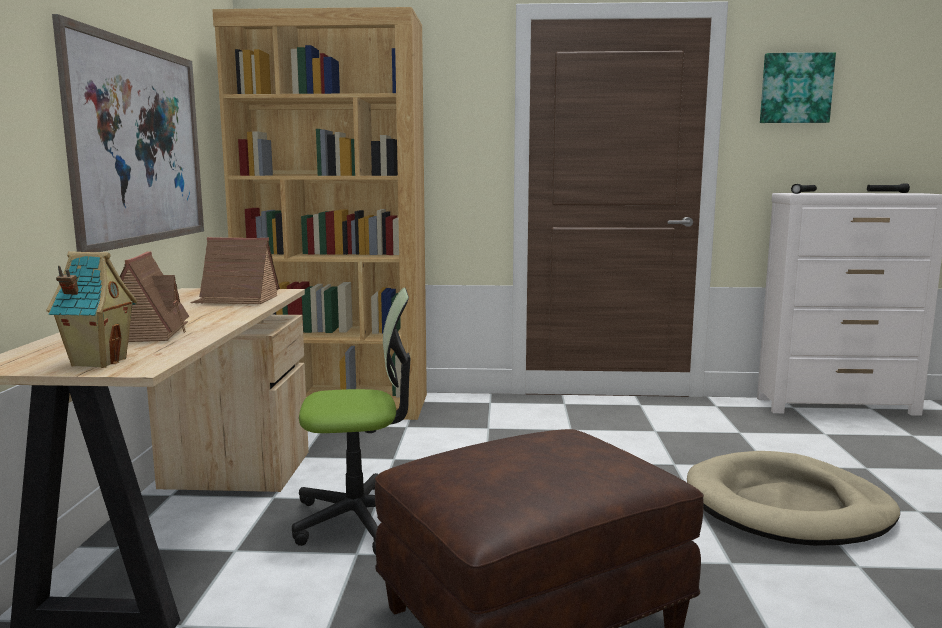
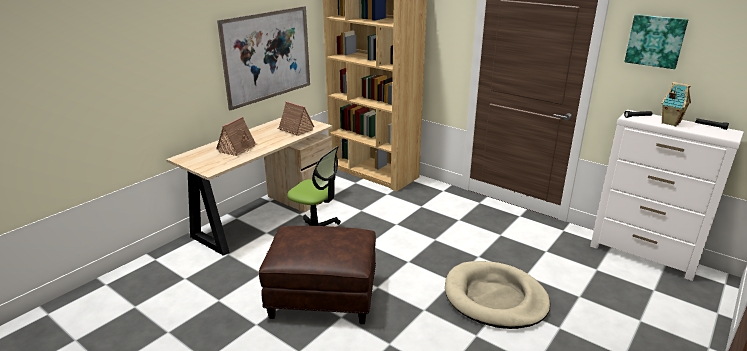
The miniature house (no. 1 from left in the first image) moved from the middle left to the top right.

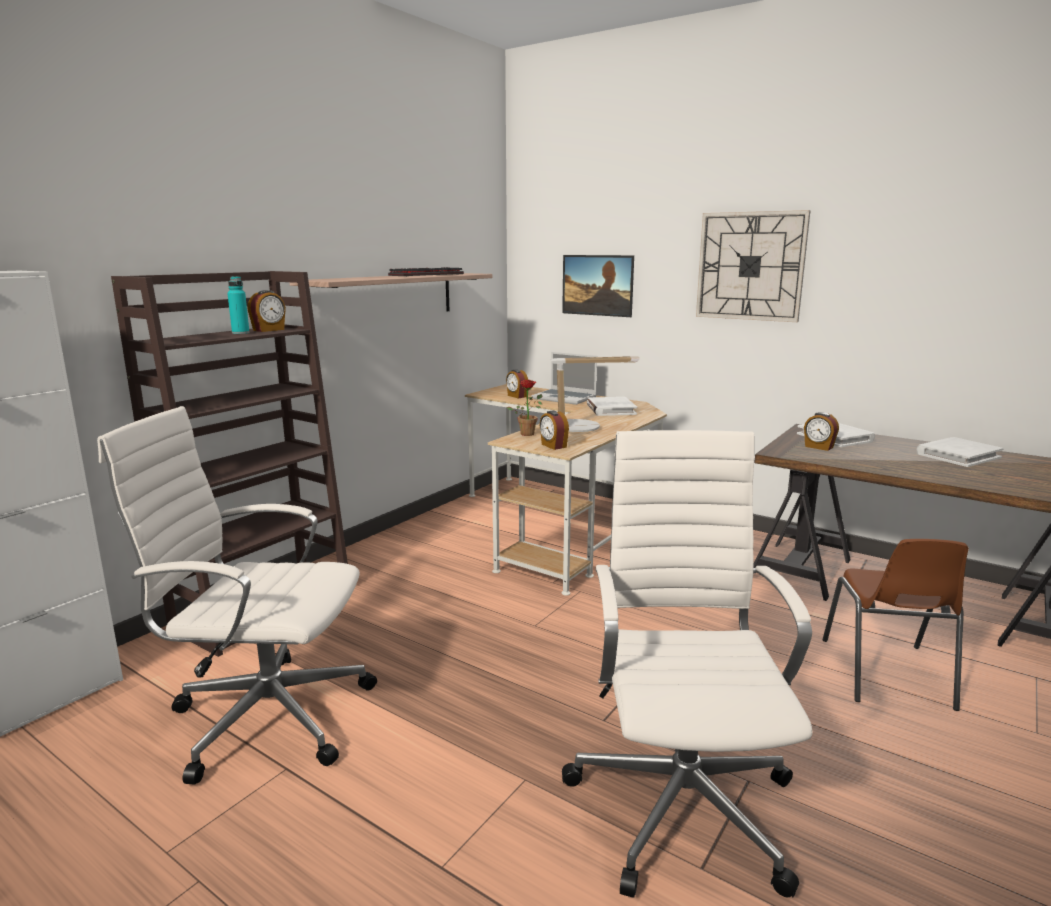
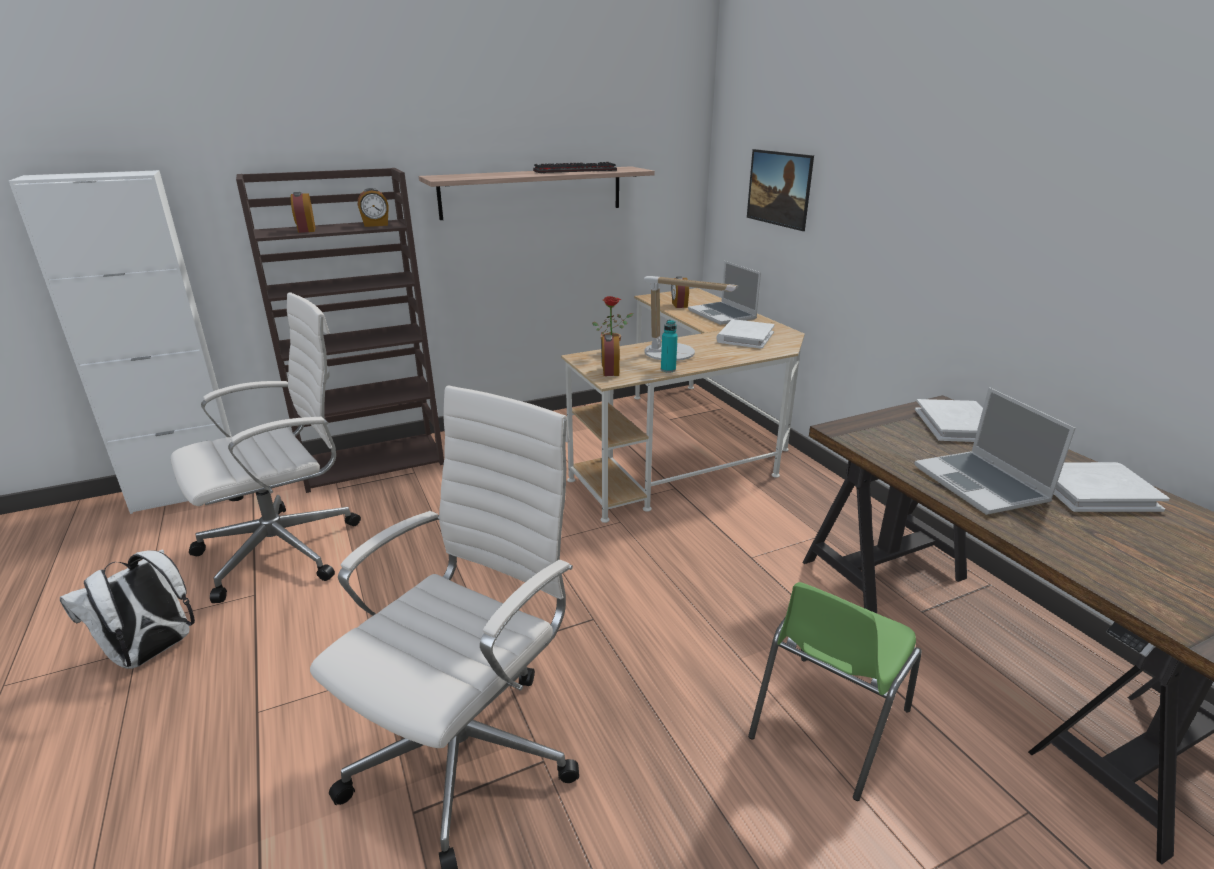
The clock on the wall at the top right disappeared.
The white rucksack at the bottom left appeared.
The notebook computer (no. 2 from left) at the middle right appeared.
The blue-green drink bottle moved from the middle left to the centre.
The alarm clock (no. 4 from left in the first image) moved from the middle right to the top left.
The brown-coloured chair at the bottom right became the green-coloured chair at the bottom right.
The white office chair (no. 1 from left) at the middle left turned 105 degrees clockwise.

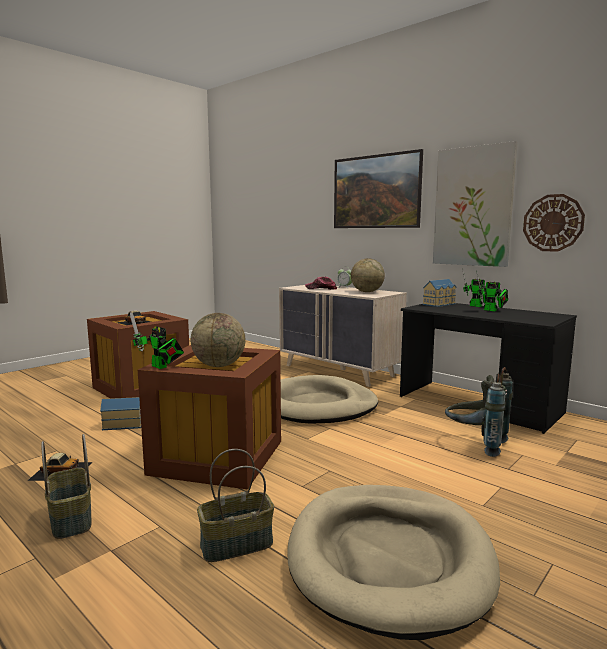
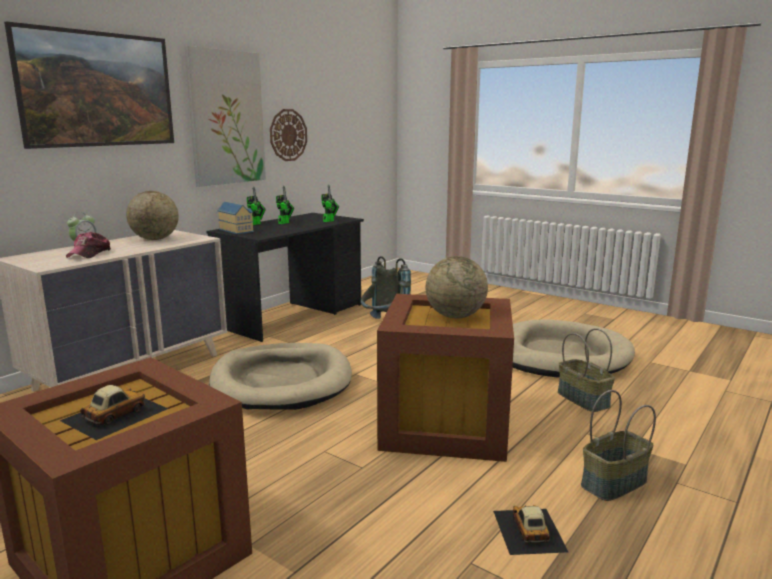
The miniature house (no. 1 from left) at the middle left disappeared.
The toy robot (no. 1 from left in the first image) moved from the middle left to the centre.

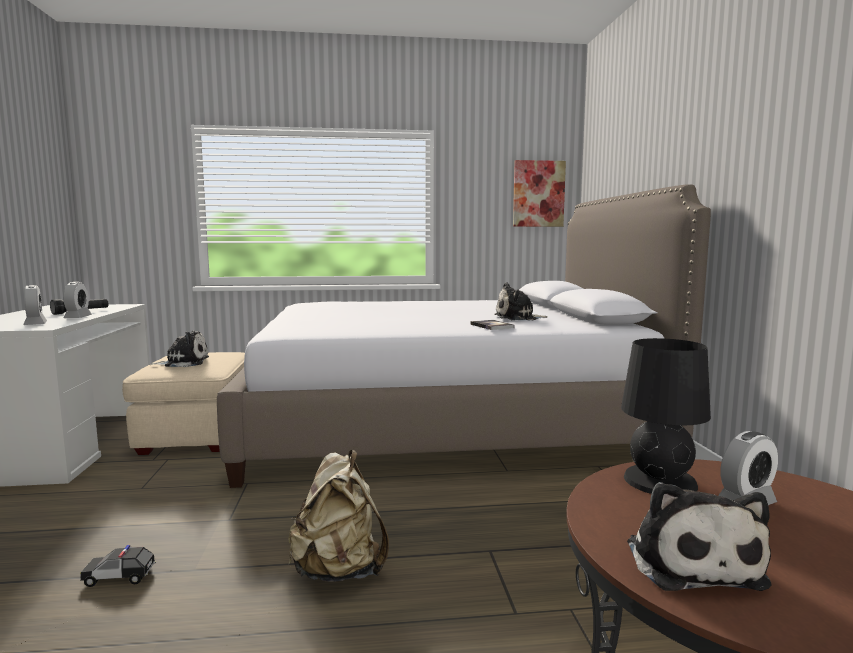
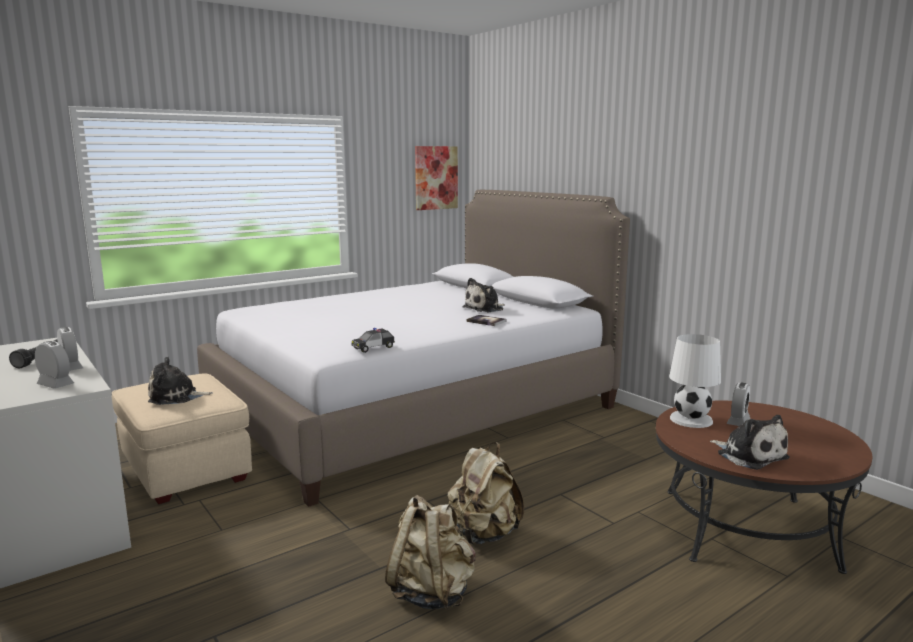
The beige rucksack (no. 1 from left) at the bottom centre appeared.
The miniature car moved from the bottom left to the centre.
The black-coloured table lamp at the middle right became the white table lamp at the middle right.
The soft toy (no. 1 from left) at the middle left turned 150 degrees counterclockwise.

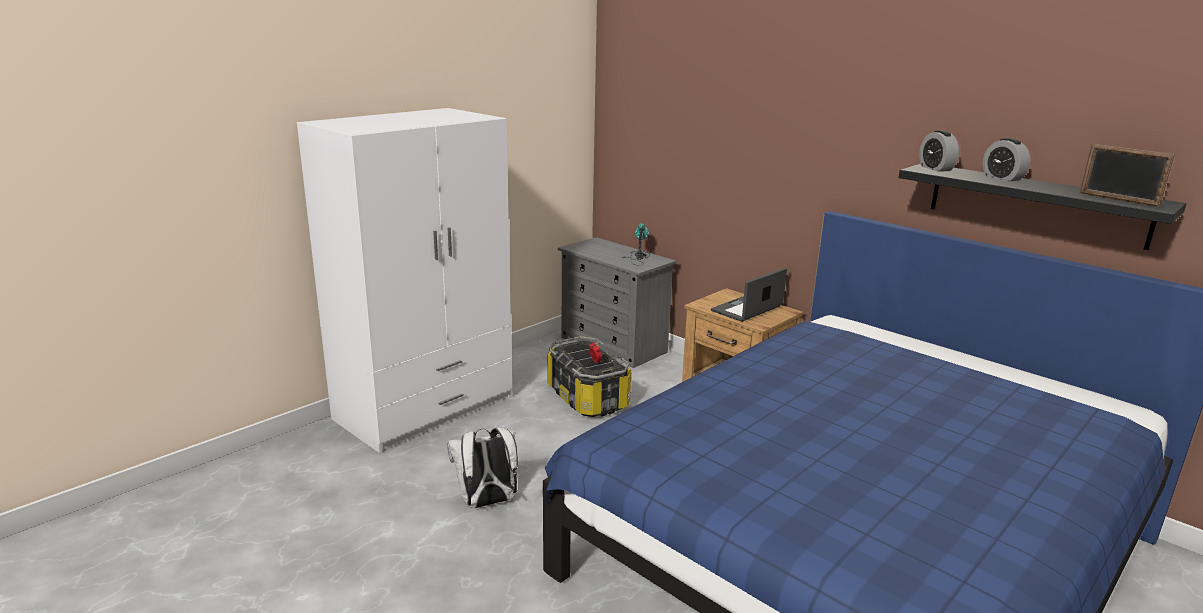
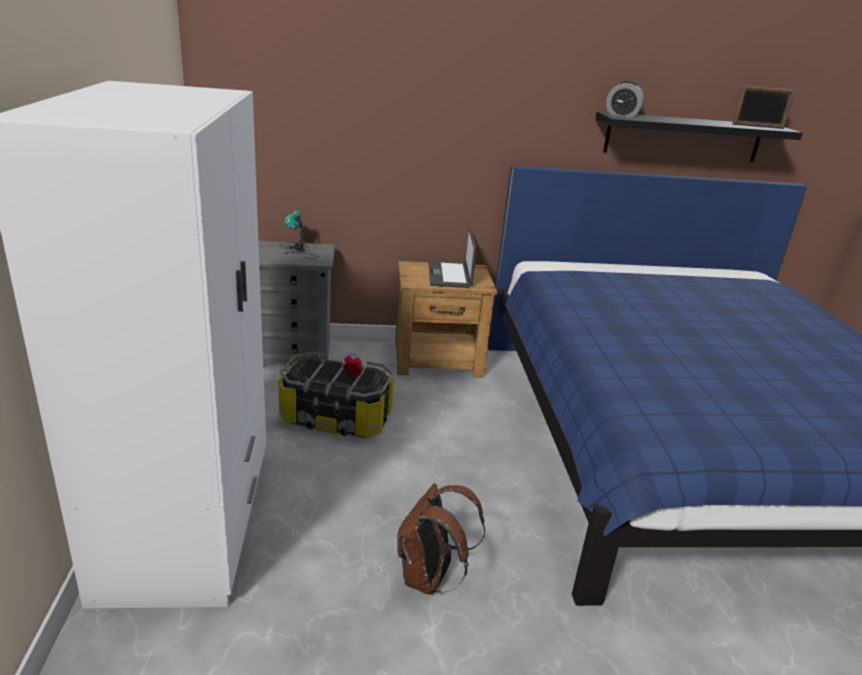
The alarm clock (no. 3 from left) at the top right disappeared.
The white rucksack at the bottom centre became the brown-coloured rucksack at the bottom centre.

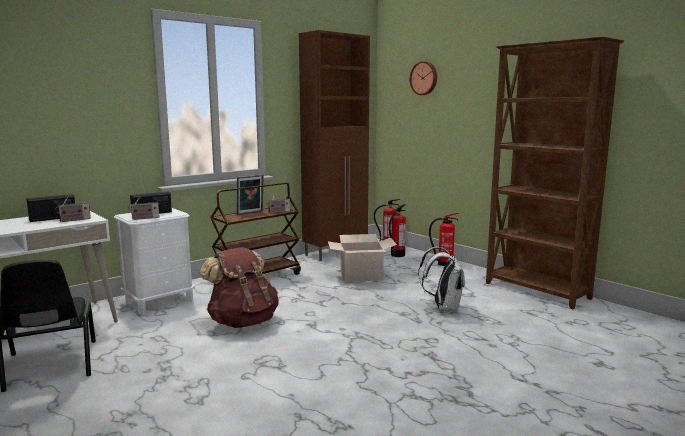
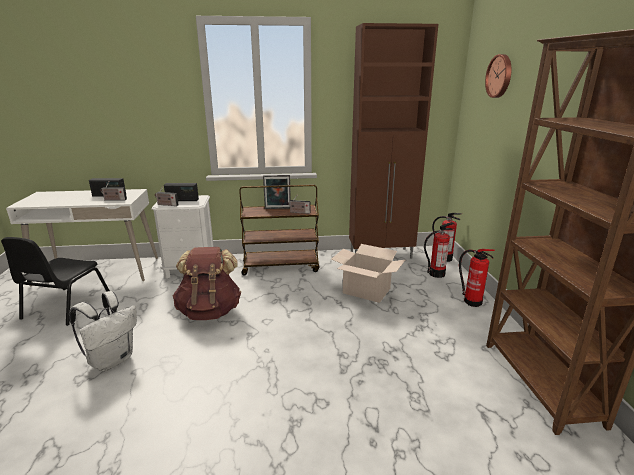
The white rucksack moved from the centre to the bottom left.

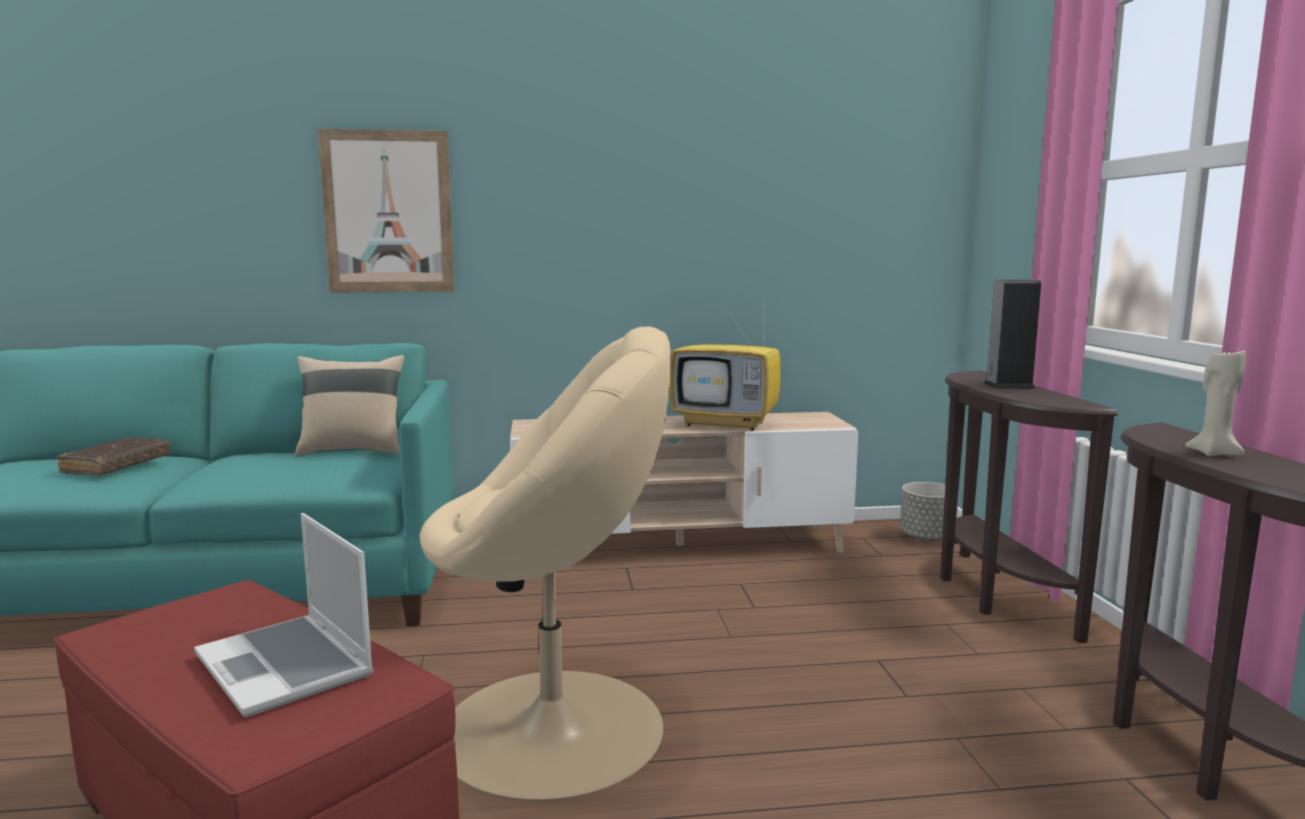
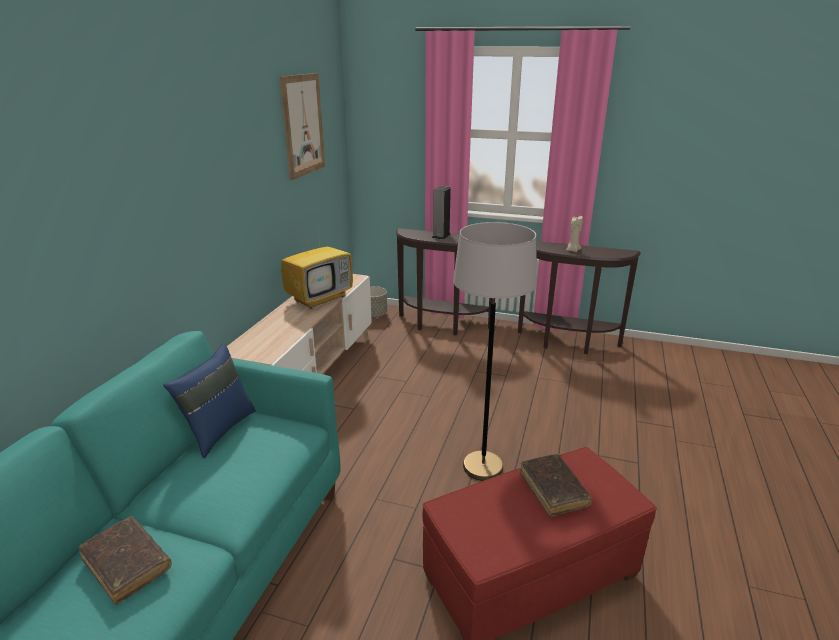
The wall art moved from the top left to the top centre.
The notebook computer at the bottom left was replaced by the brown-coloured book (no. 2 from left) at the bottom centre.
The beige armchair at the bottom centre was replaced by the greyish floor lamp at the centre.
The beige pillow at the middle left became the bluish pillow at the middle left.

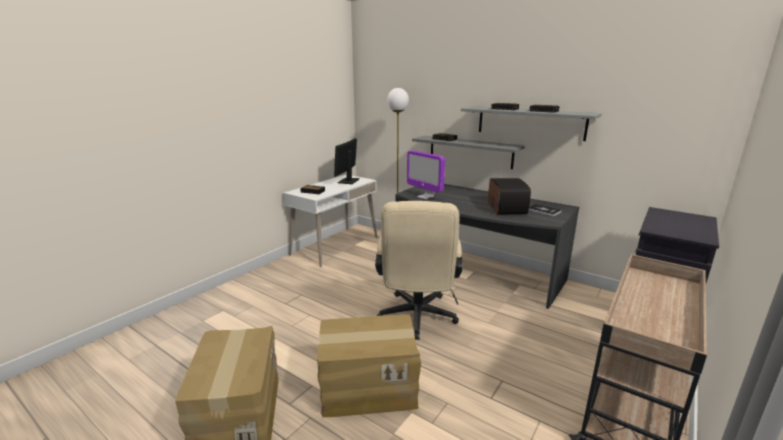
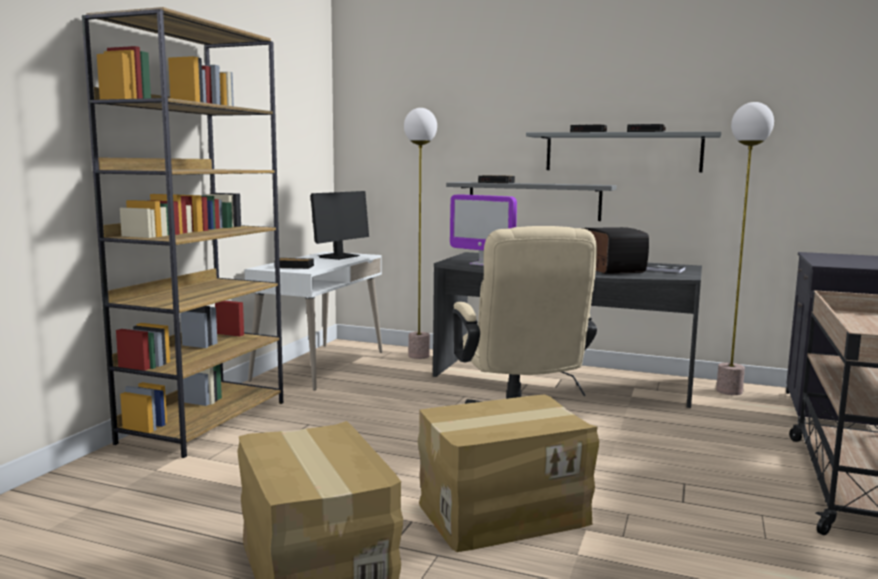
The brown-coloured bookshelf at the middle left appeared.
The floor lamp (no. 2 from left) at the middle right appeared.
The computer display (no. 1 from left) at the centre turned 150 degrees counterclockwise.

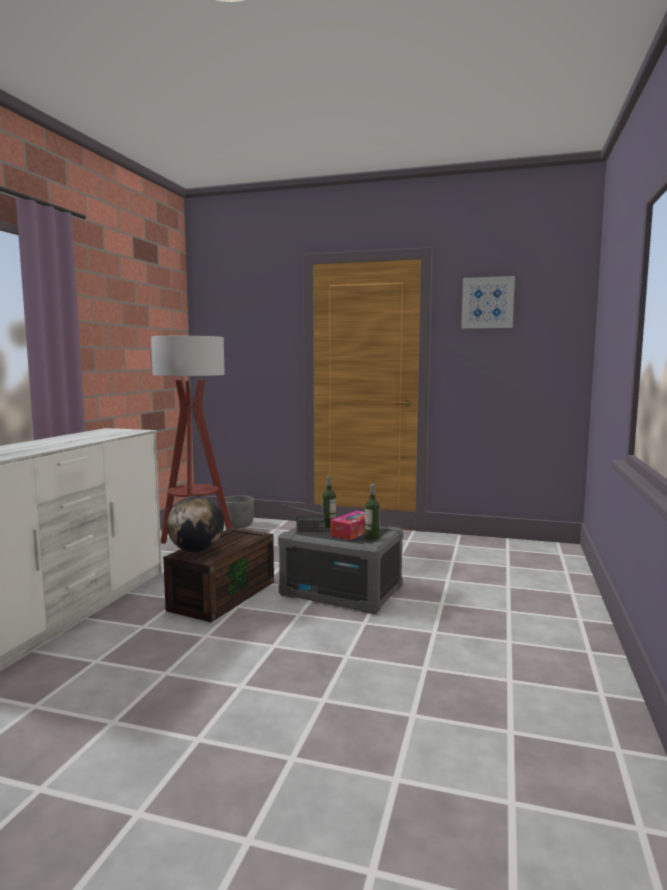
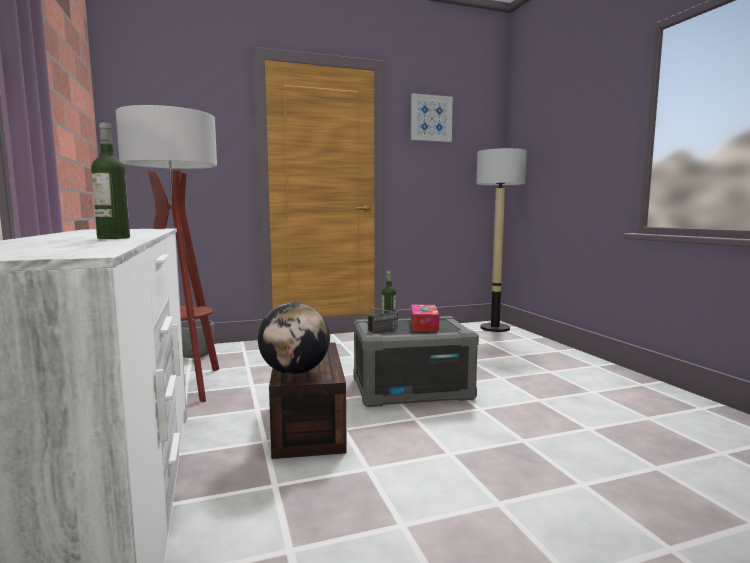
The floor lamp (no. 2 from left) at the middle right appeared.
The drink bottle (no. 2 from left in the first image) moved from the centre to the top left.

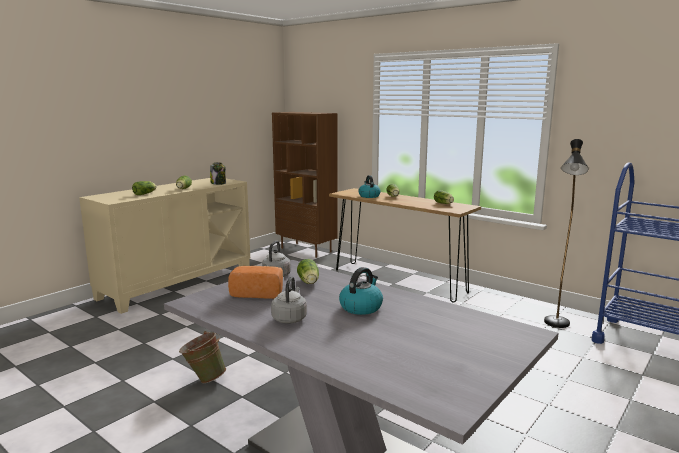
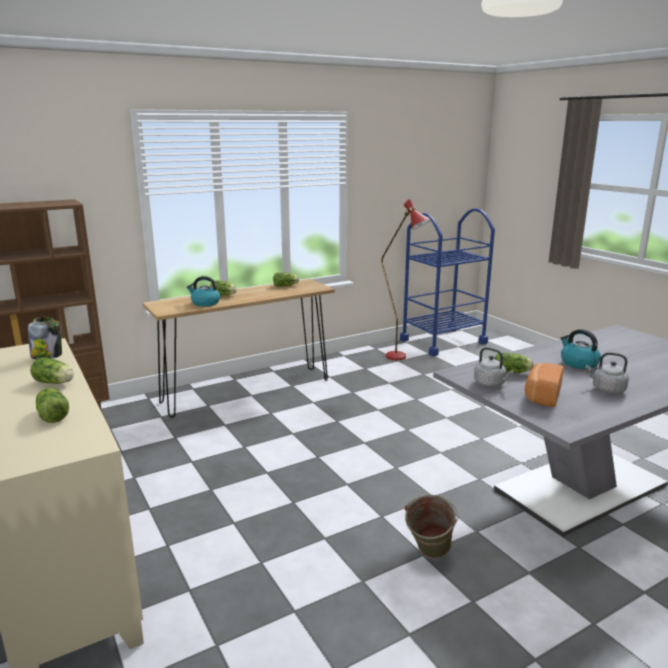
The black-coloured floor lamp at the middle right became the red floor lamp at the centre.

